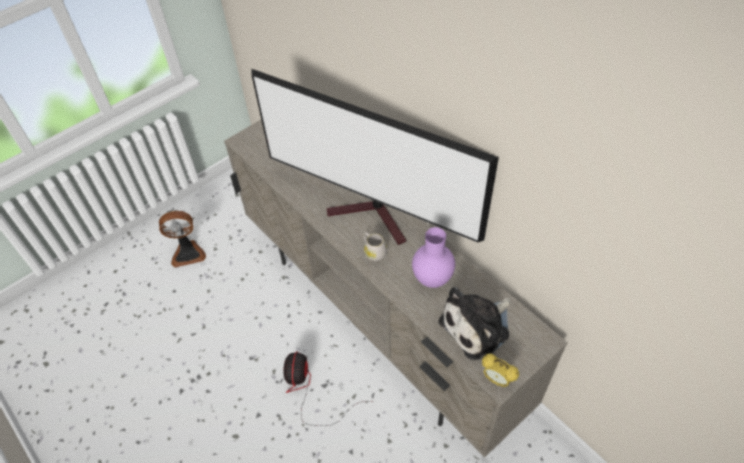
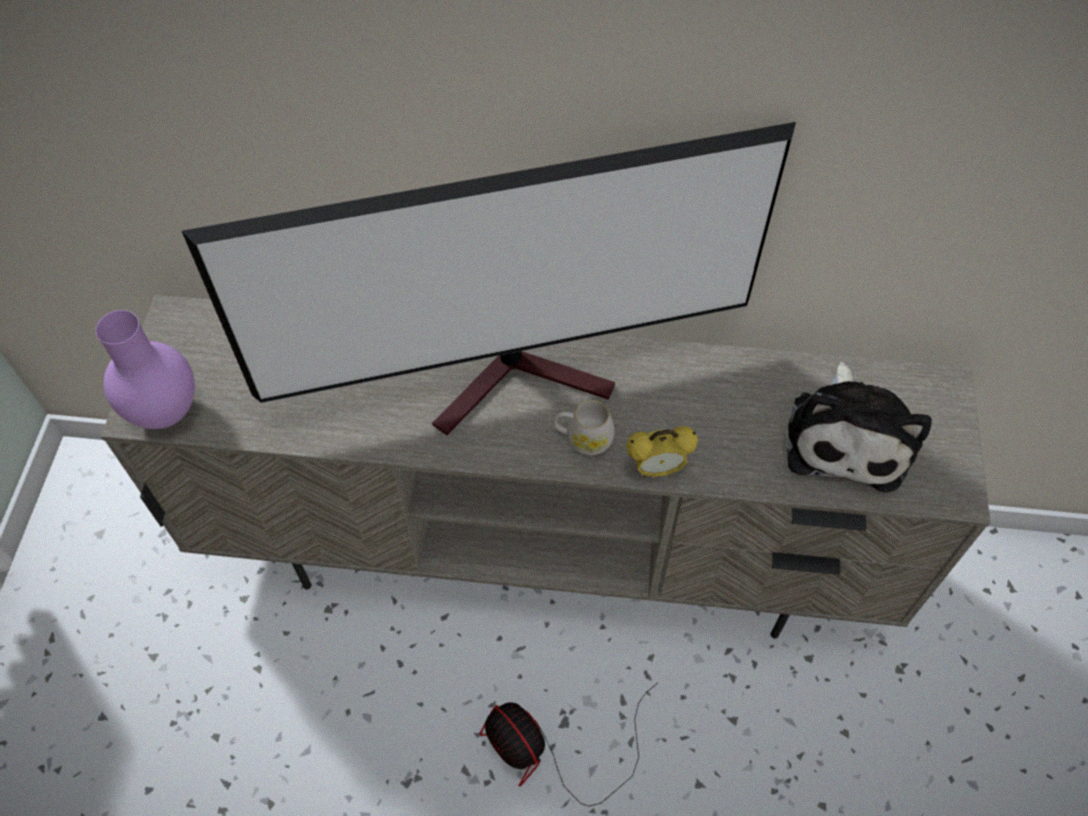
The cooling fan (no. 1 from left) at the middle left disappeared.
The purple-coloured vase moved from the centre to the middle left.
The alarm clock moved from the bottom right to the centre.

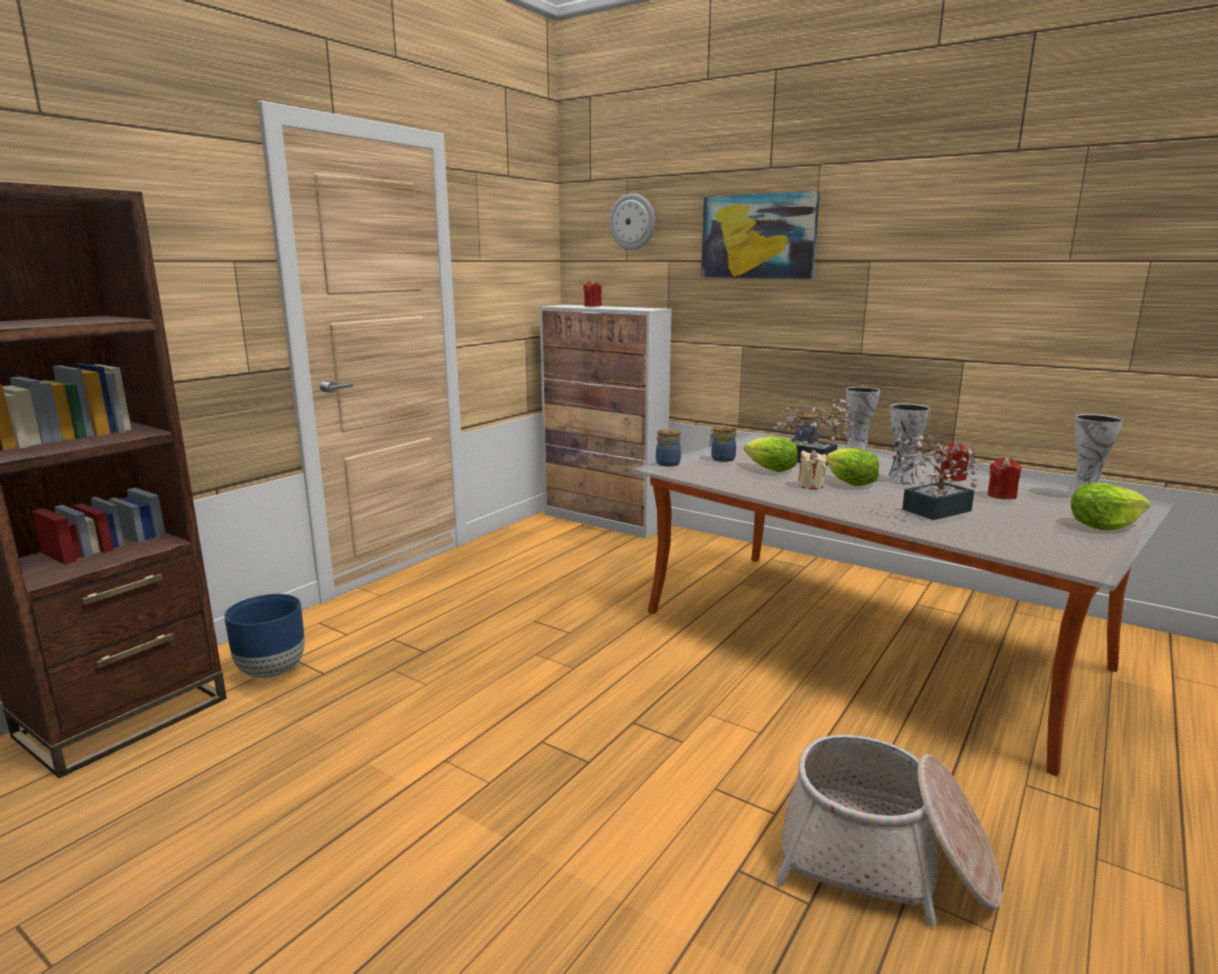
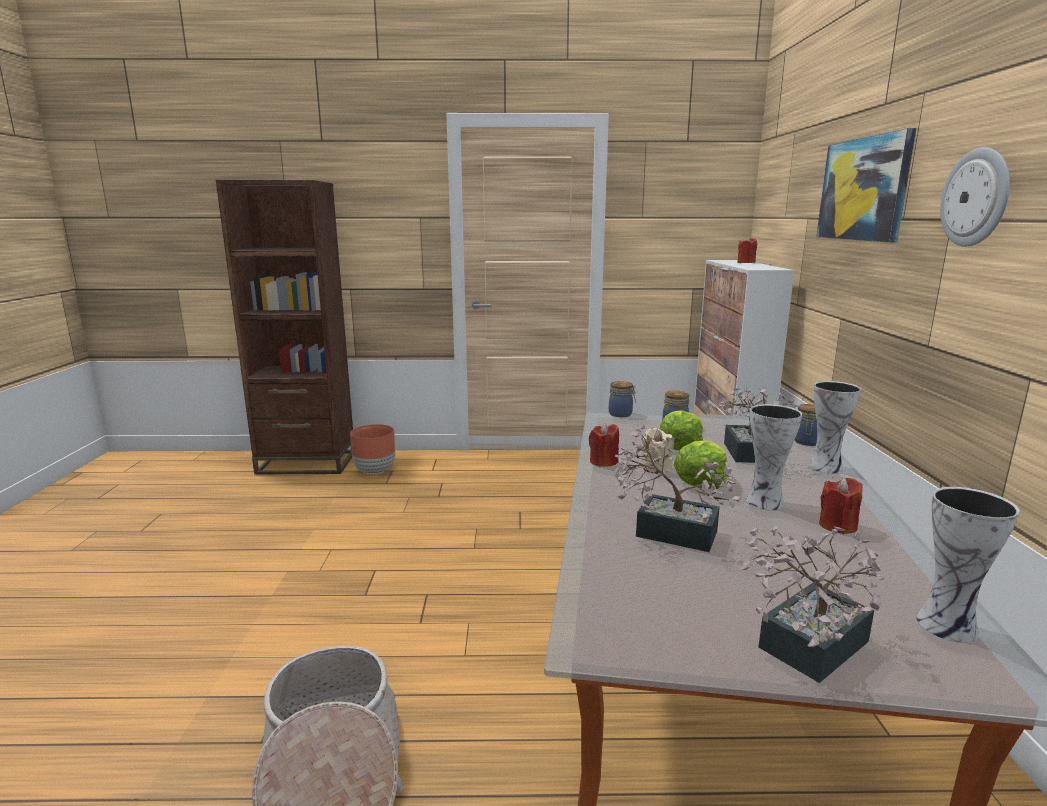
The clock on the wall moved from the top centre to the top right.
The red wax light (no. 3 from left in the first image) moved from the middle right to the centre.
The lettuce (no. 3 from left) at the middle right was replaced by the houseplant (no. 3 from left) at the bottom right.
The bluish plant pot at the middle left became the brown-coloured plant pot at the centre.

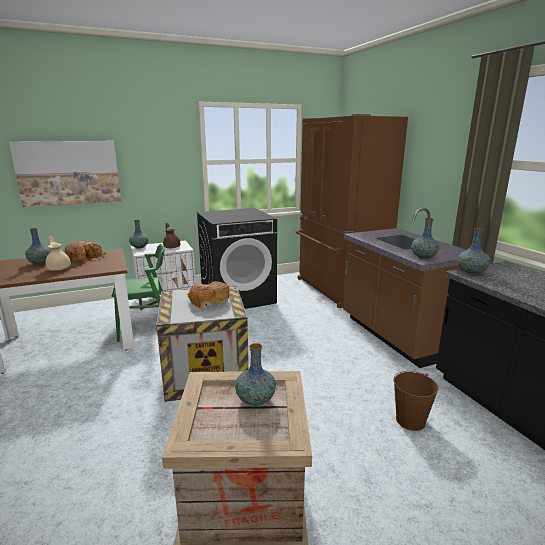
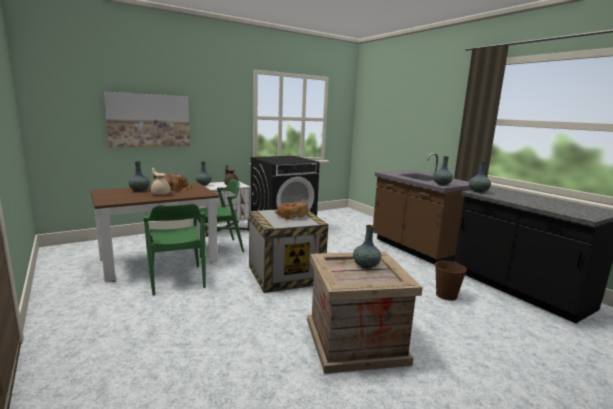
The brown-coloured kitchen fridge at the centre disappeared.
The green-coloured chair (no. 1 from left) at the middle left appeared.

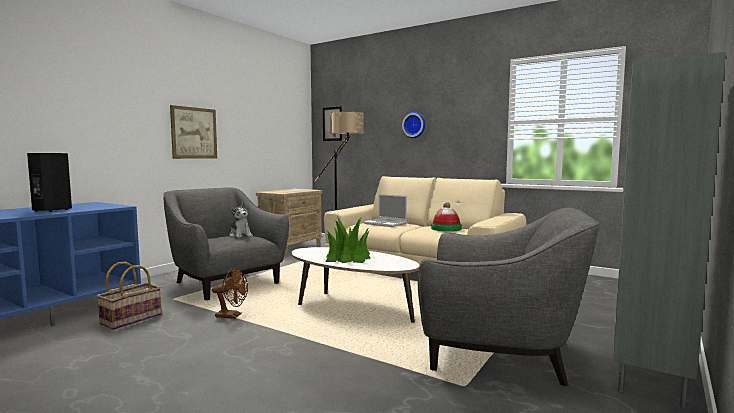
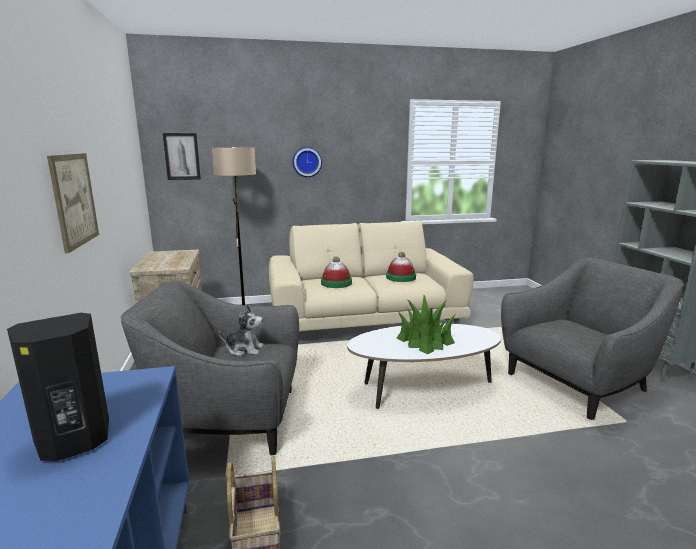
The brown-coloured cooling fan at the bottom left disappeared.
The notebook computer at the centre was replaced by the clothing hat (no. 1 from left) at the centre.

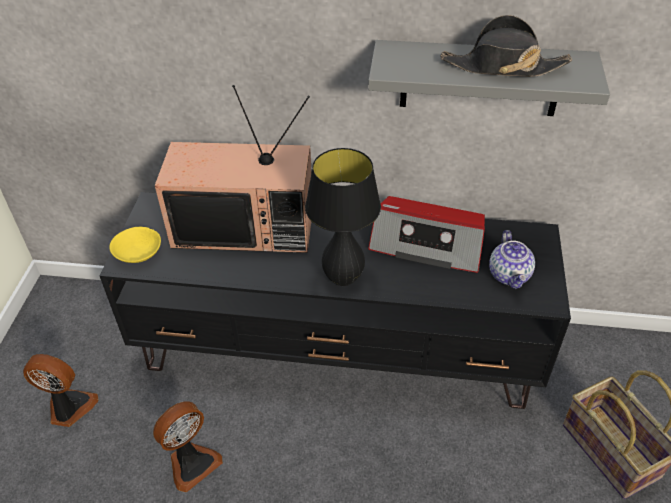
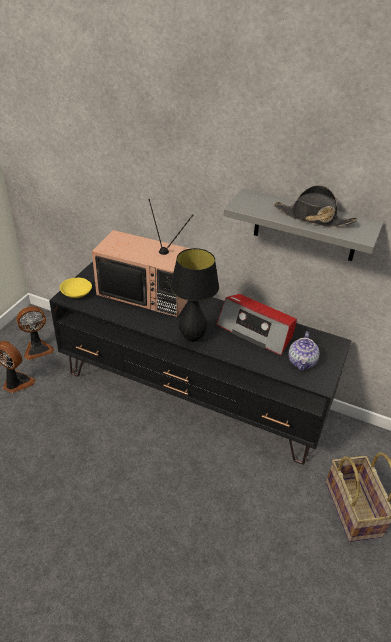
The cooling fan (no. 2 from left) moved from the bottom left to the middle left.

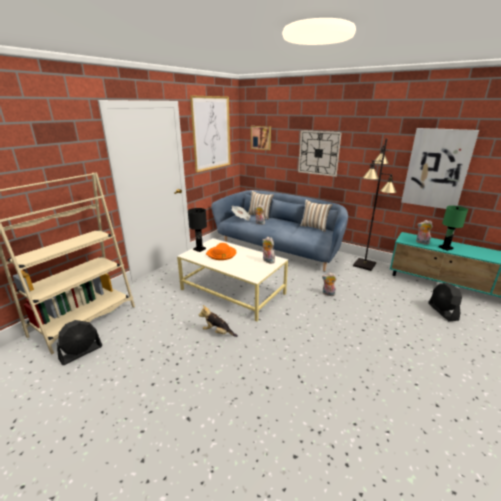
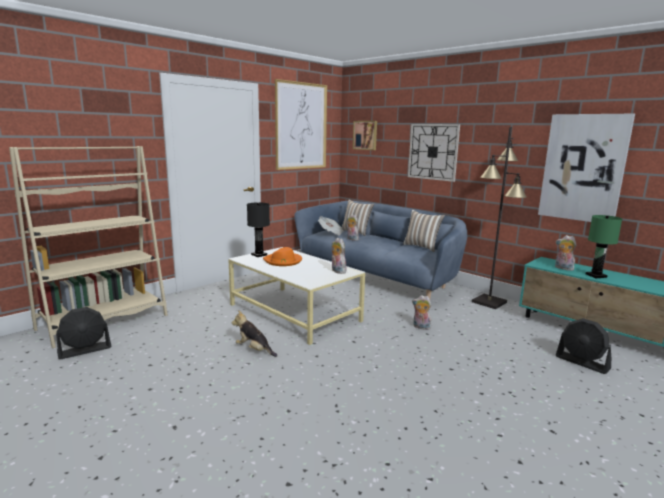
The black-coloured cooling fan (no. 2 from left) at the middle right turned 45 degrees counterclockwise.

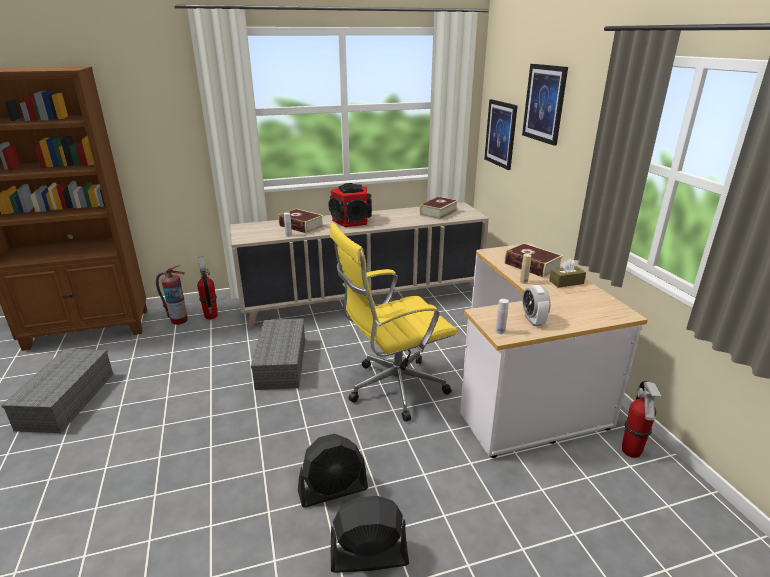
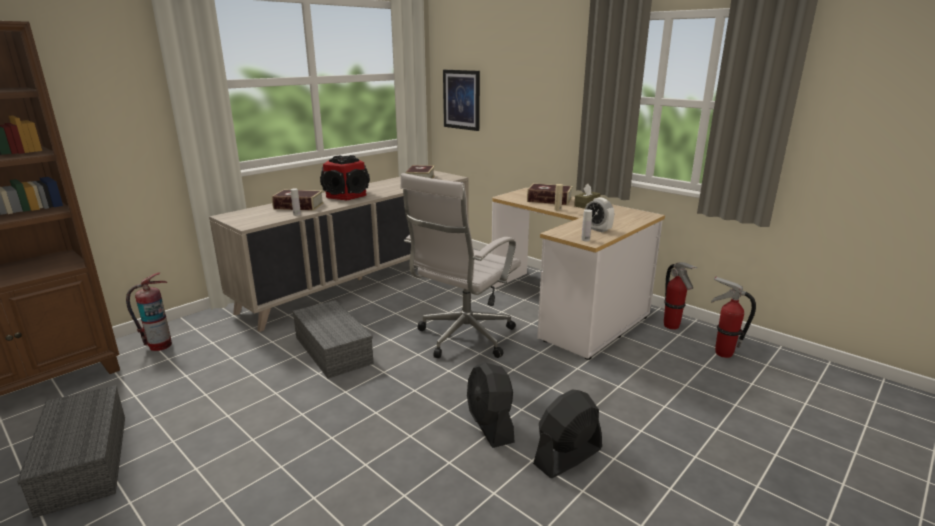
The wall art (no. 2 from left) at the top right disappeared.
The extinguisher (no. 2 from left in the first image) moved from the middle left to the middle right.
The yellow office chair at the centre became the white office chair at the centre.
The black-coloured cooling fan (no. 1 from left) at the bottom centre turned 120 degrees clockwise.

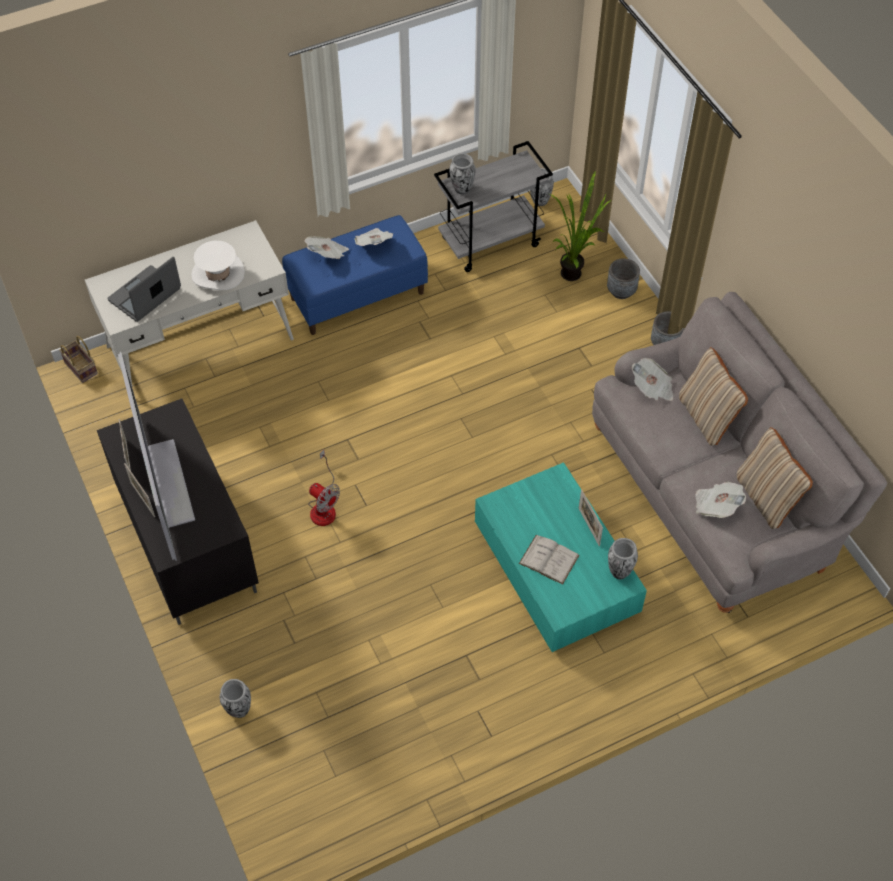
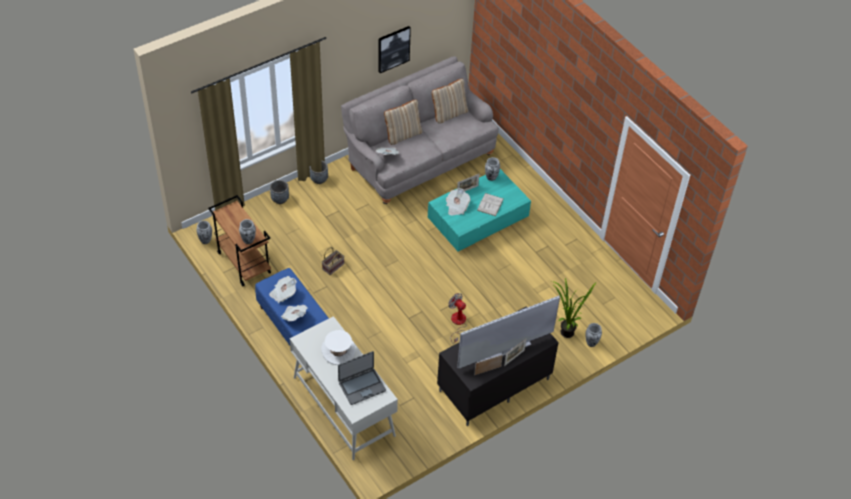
The wall art at the top centre appeared.
The basket moved from the middle left to the centre.
The houseplant moved from the top centre to the middle right.
The newspaper (no. 4 from left) moved from the middle right to the centre.
The greyish trolley at the top centre became the brown-coloured trolley at the middle left.
The notebook computer at the top left turned 60 degrees counterclockwise.
The cooling fan at the centre turned 75 degrees counterclockwise.

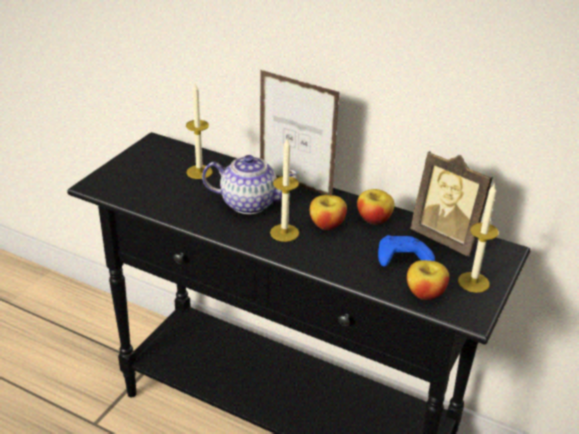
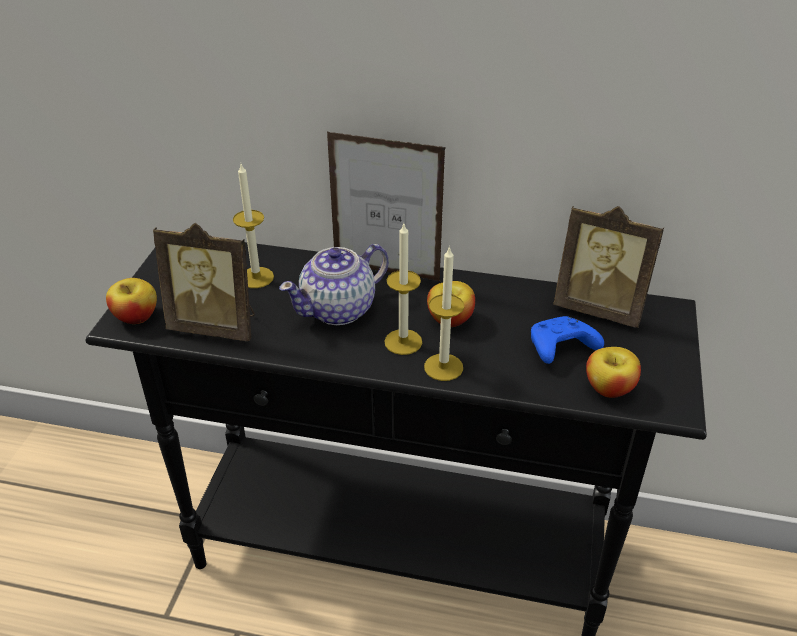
The picture frame (no. 1 from left) at the middle left appeared.
The apple (no. 2 from left in the first image) moved from the centre to the middle left.
The wax light (no. 3 from left) moved from the middle right to the centre.
The teapot at the centre turned 150 degrees clockwise.

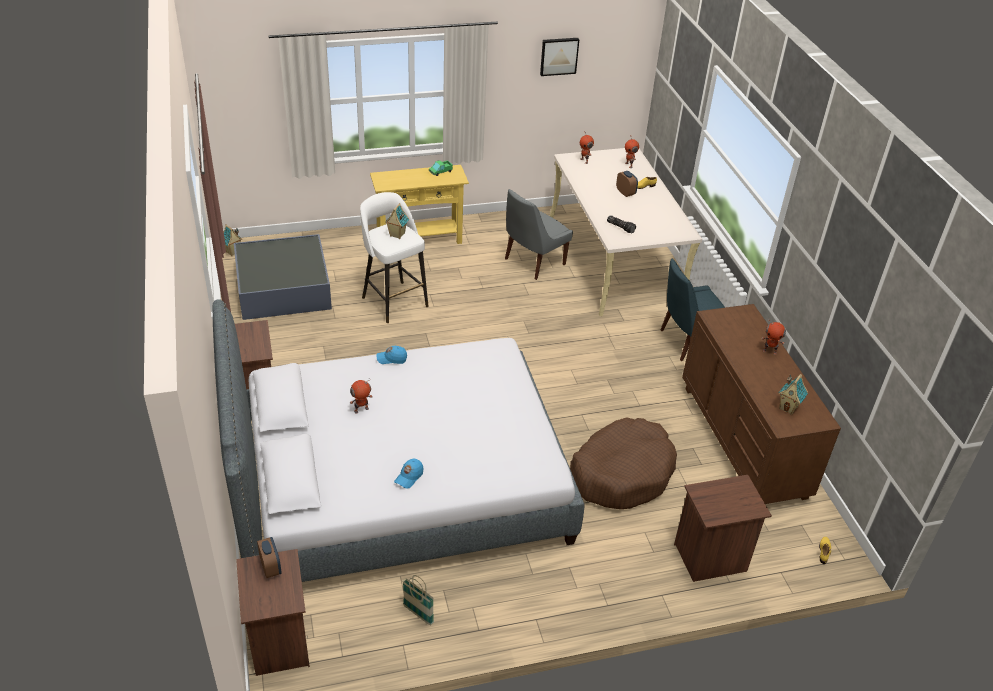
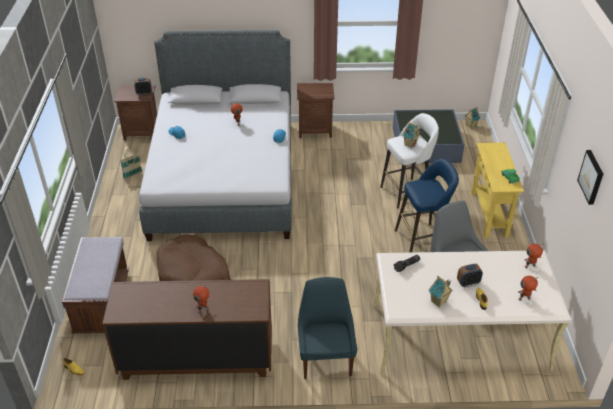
The bluish stool seat at the middle right appeared.
The miniature house (no. 3 from left in the first image) moved from the middle right to the bottom right.
The brown-coloured bedside table (no. 3 from left) at the bottom right was replaced by the brown-coloured bench at the bottom left.

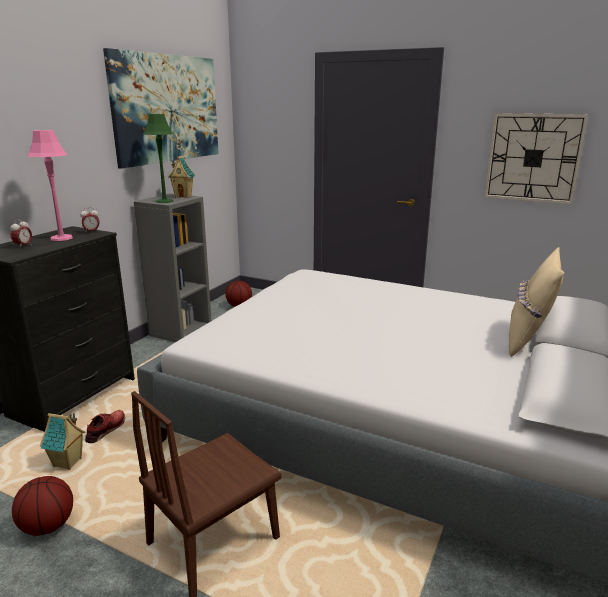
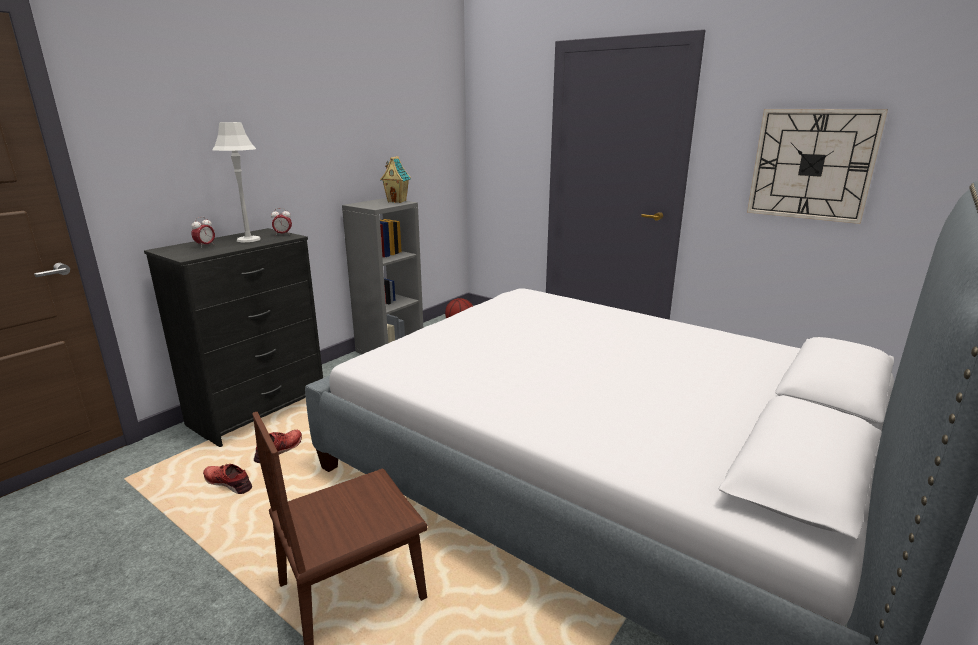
The ball for basketball (no. 1 from left) at the bottom left disappeared.
The wall art at the top left disappeared.
The green-coloured table lamp at the top left disappeared.
The beige pillow at the middle right disappeared.
The miniature house (no. 1 from left) at the bottom left was replaced by the red low shoe (no. 1 from left) at the bottom left.
The pink table lamp at the top left became the greyish table lamp at the top left.

